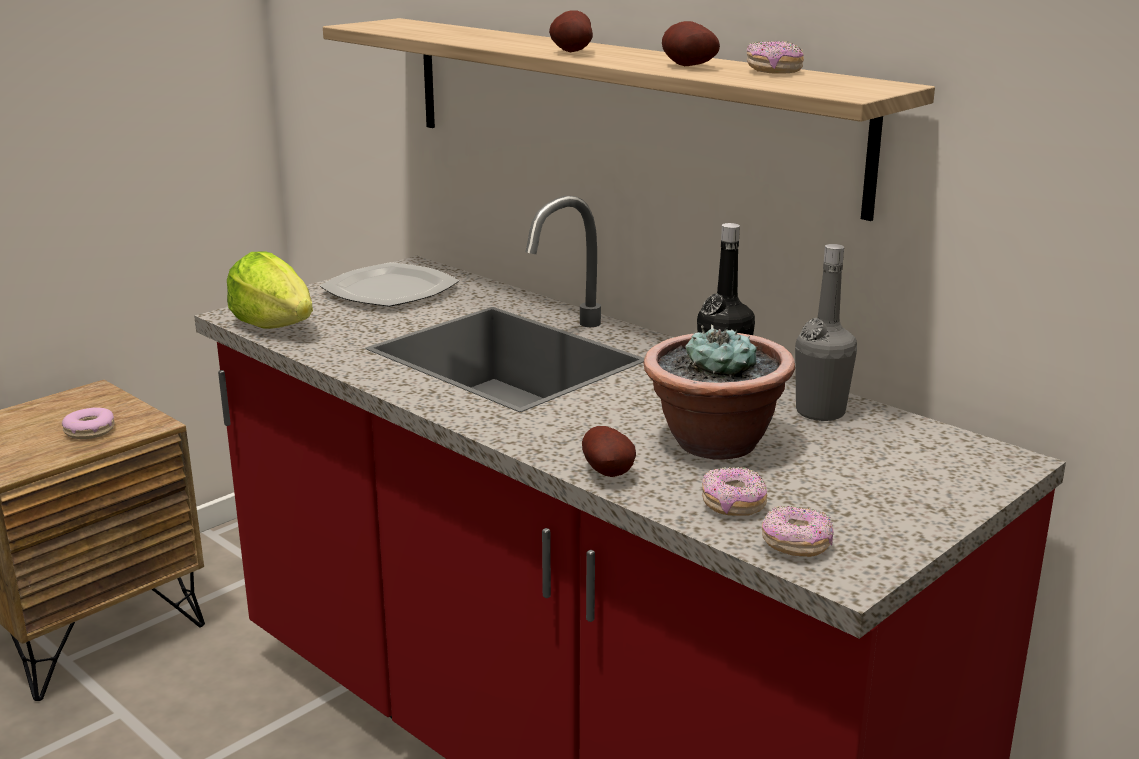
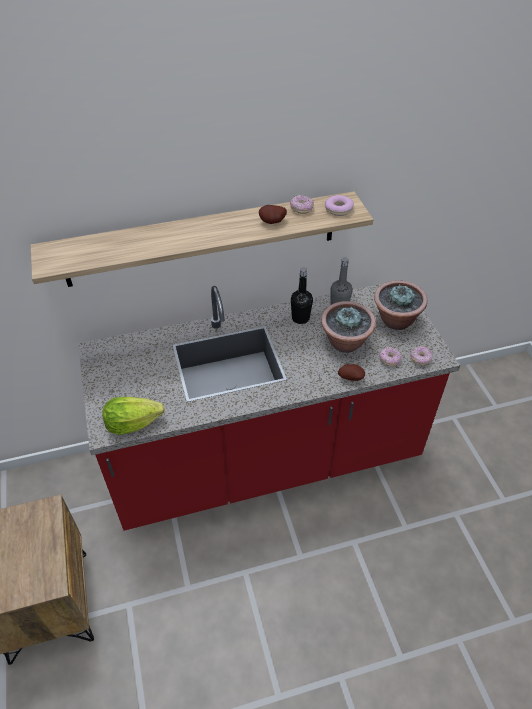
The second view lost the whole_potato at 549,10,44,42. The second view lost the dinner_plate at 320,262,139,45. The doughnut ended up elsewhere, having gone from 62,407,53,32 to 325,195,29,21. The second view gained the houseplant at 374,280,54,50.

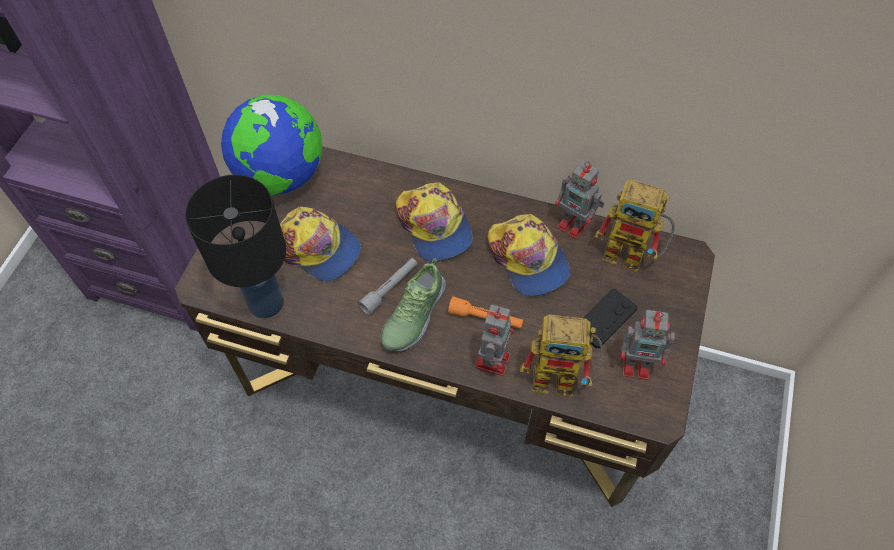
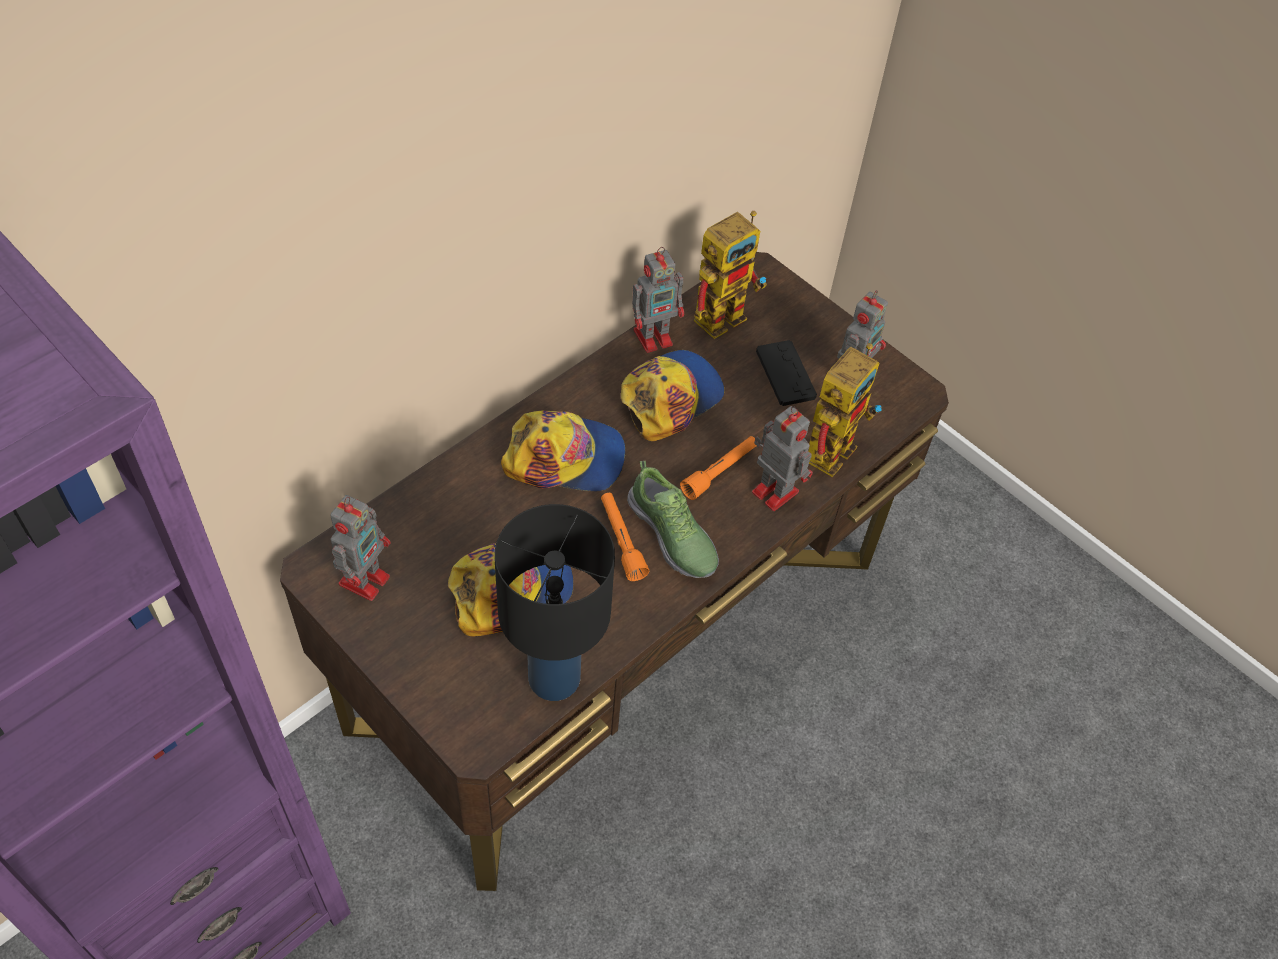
Where the desk_globe stood at 221,94,101,101, the toy_robot came to stand at 330,495,60,106. The cap at 487,214,83,83 ended up facing another way, 45 degrees counterclockwise from before. What was the grey_hand_torch at 358,258,60,57 turned into the orange_hand_torch at 601,493,48,88.

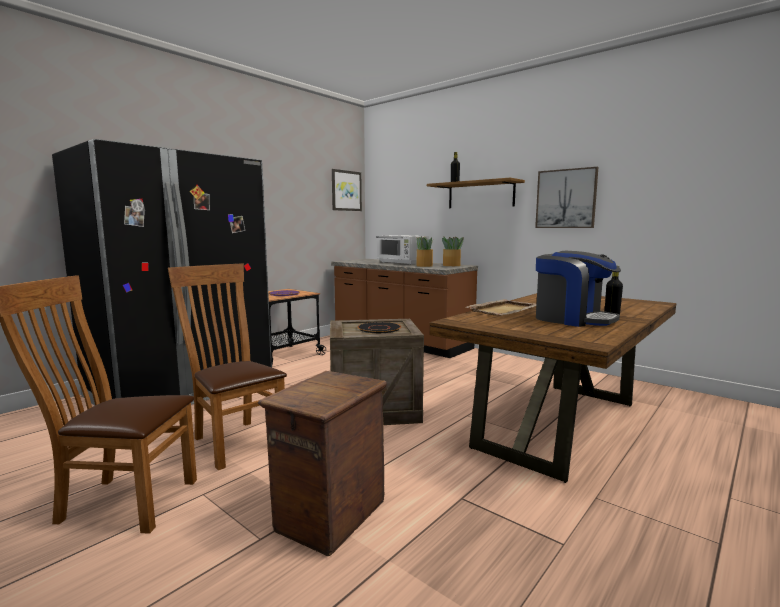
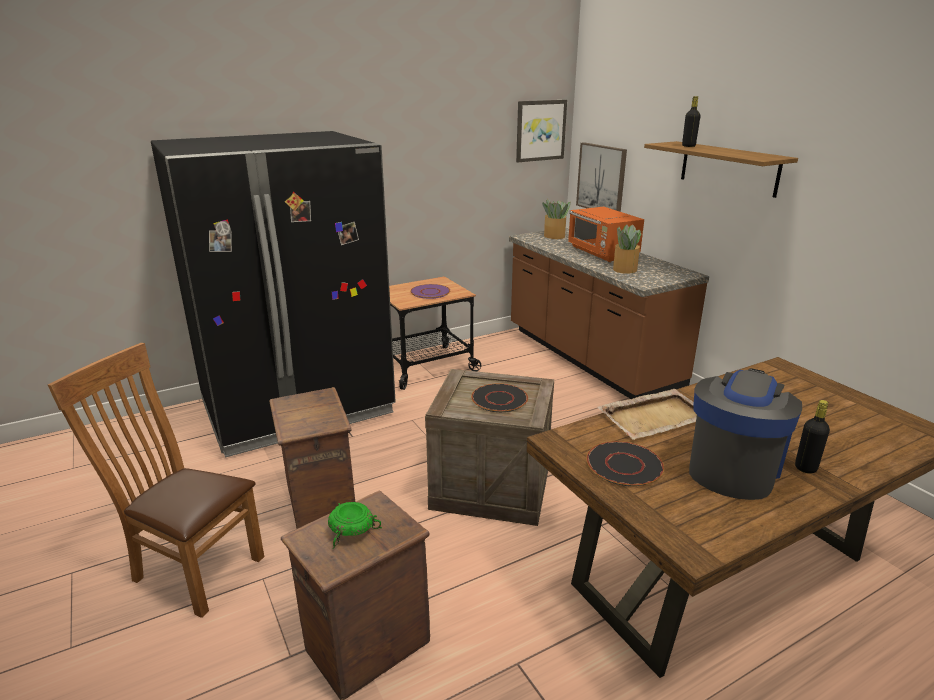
The wall_art ended up elsewhere, having gone from 535,167,63,61 to 576,142,51,70. What was the whitish_kitchen_microwave at 377,235,52,30 turned into the orange_kitchen_microwave at 568,207,76,55. The houseplant ended up elsewhere, having gone from 442,236,22,30 to 542,199,29,40. The coffee_machine at 536,251,85,76 ended up facing another way, 120 degrees counterclockwise from before. Where the brownish_chair stood at 168,263,119,207, the packing_crate came to stand at 269,387,86,142. The second view gained the blackish_dinner_plate at 586,441,78,45. The second view gained the green-coloured_bowl at 328,502,54,47.

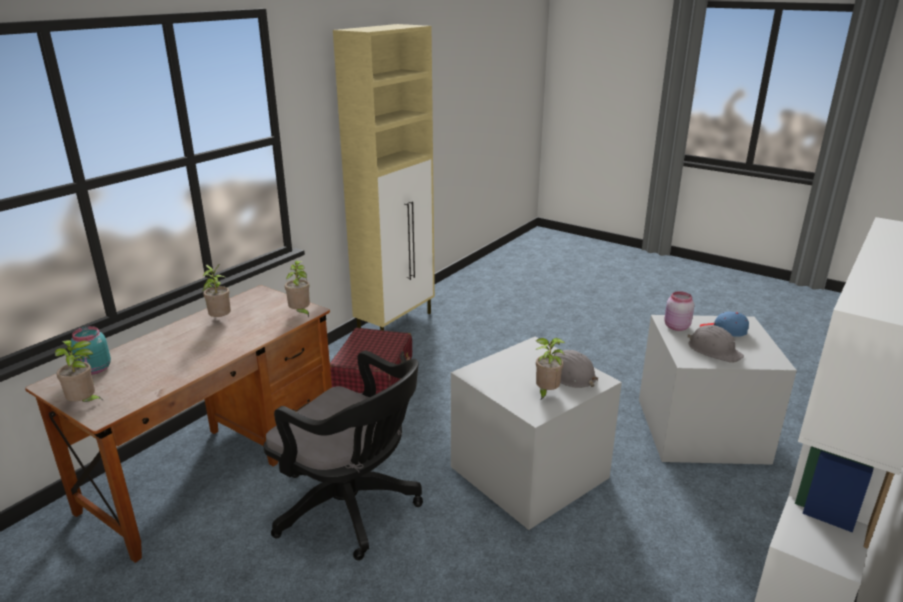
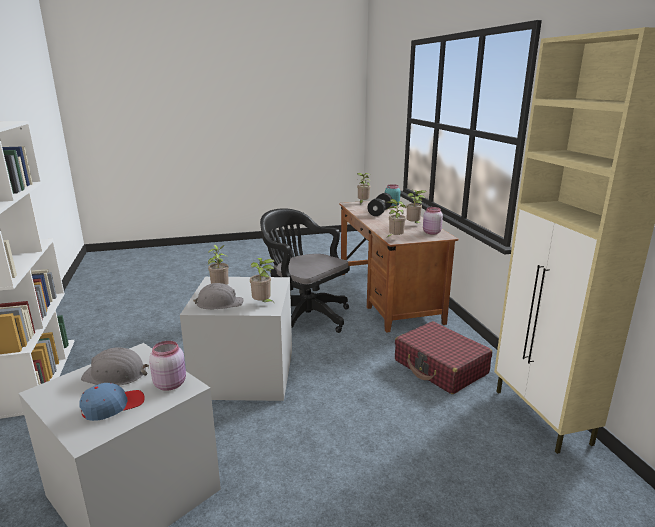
The blackish_computer_chair at 263,351,160,210 ended up facing another way, 60 degrees clockwise from before. The second view gained the blackish_free_weight at 367,193,25,23. The second view gained the pink_storage_jar at 423,207,20,28. The second view gained the houseplant at 250,258,25,44.

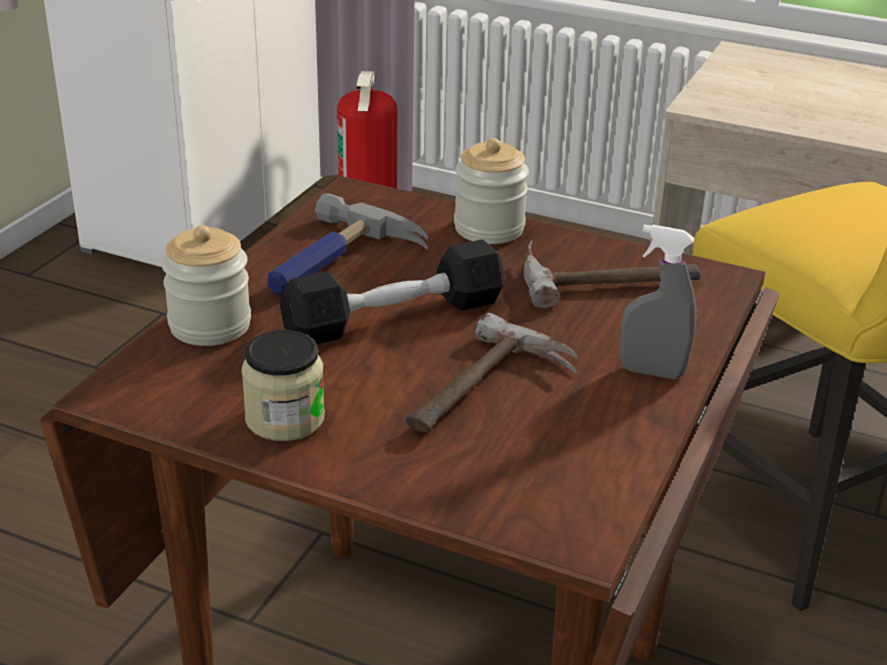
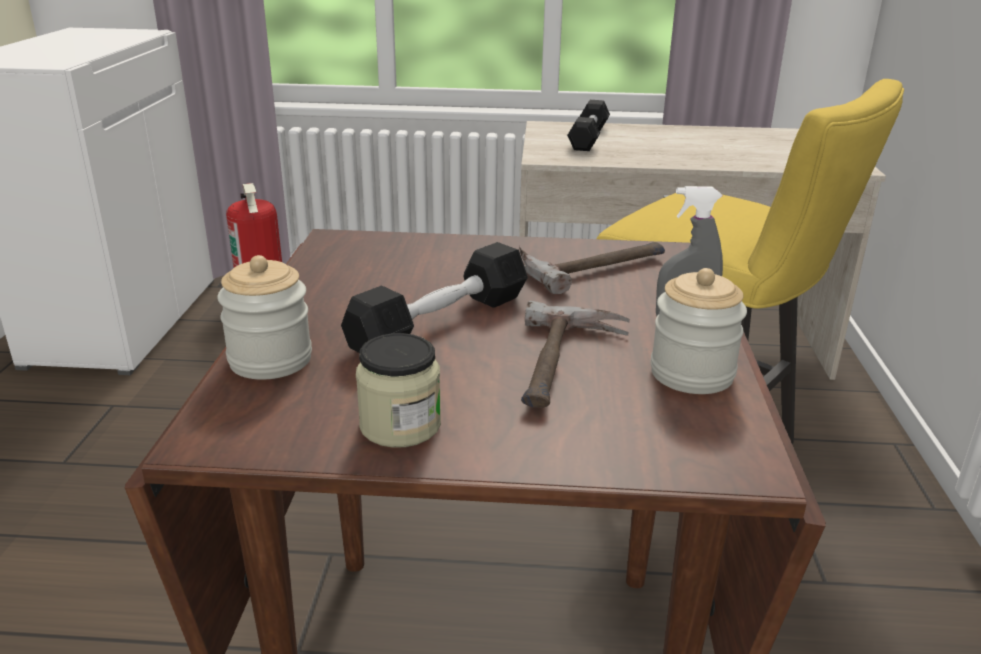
The storage_jar ended up elsewhere, having gone from 454,138,75,106 to 651,268,96,126. The second view lost the hand_hammer at 267,193,162,102. The second view gained the blackish_free_weight at 567,100,43,51.

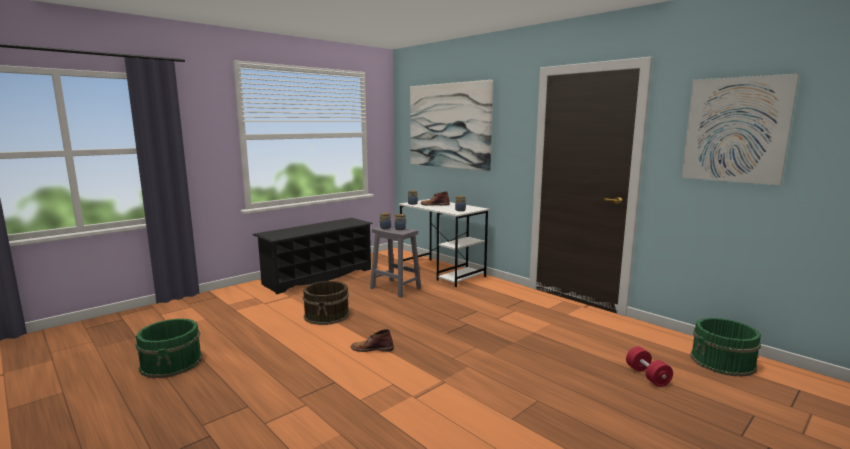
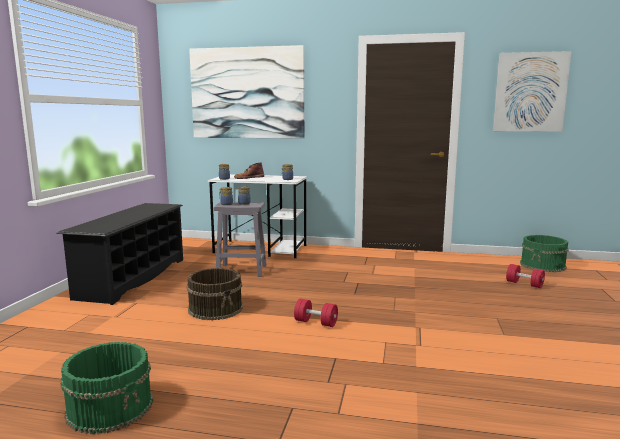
Where the brownish_tall_boot stood at 351,329,43,23, the red_free_weight came to stand at 294,299,44,28.

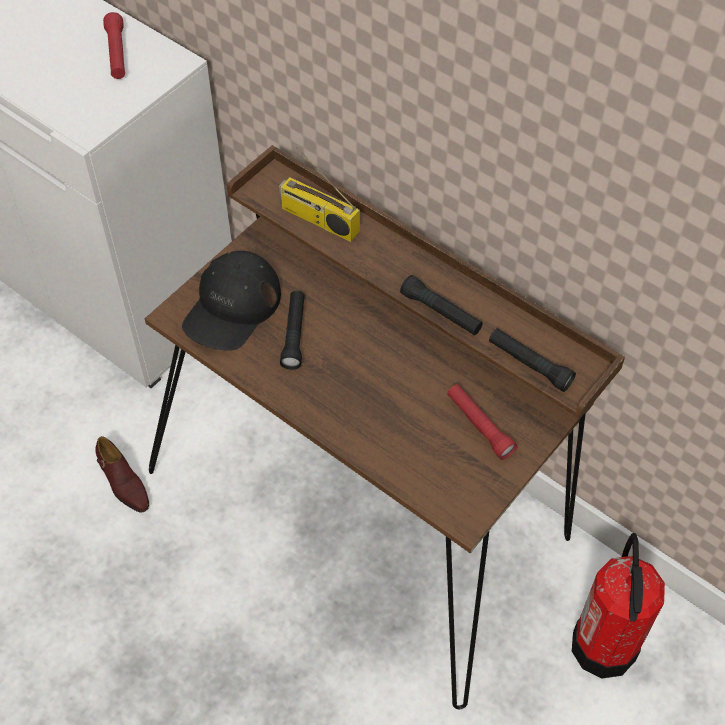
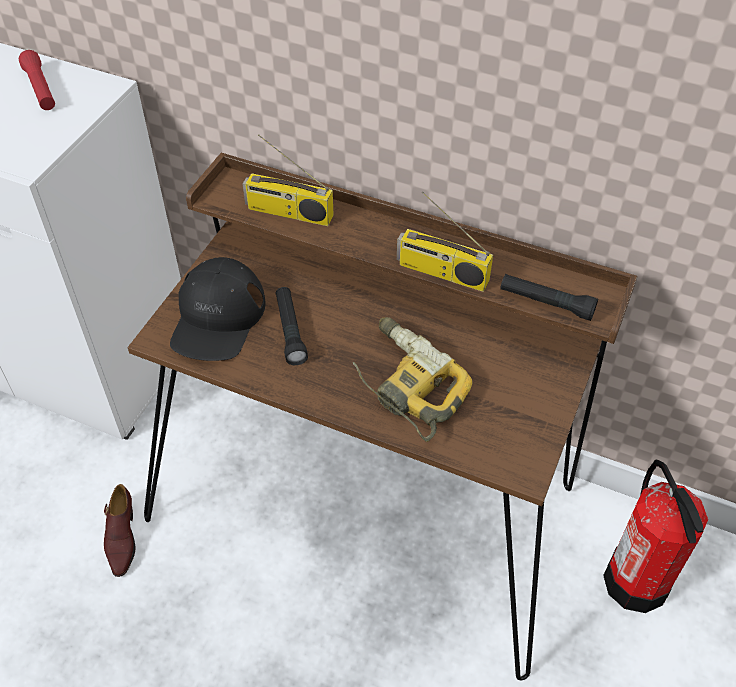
Where the blackish_hand_torch stood at 400,275,83,60, the radio_receiver came to stand at 397,192,96,100. The second view lost the red_hand_torch at 447,384,71,76. The brownish_item_of_footwear at 96,436,53,77 ended up facing another way, 45 degrees clockwise from before. The second view gained the power_drill at 353,317,119,125.

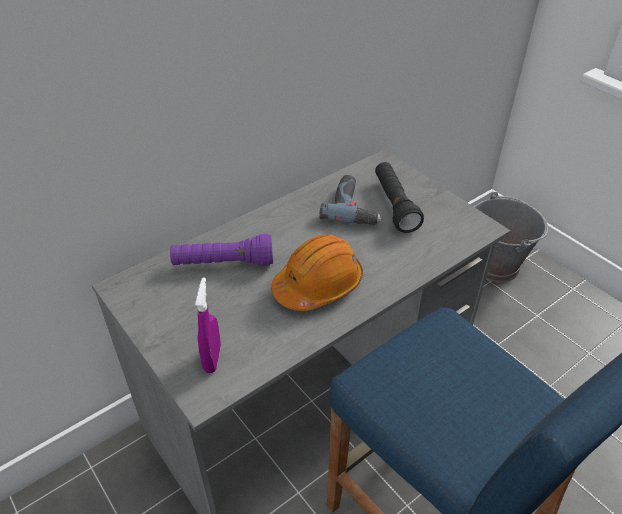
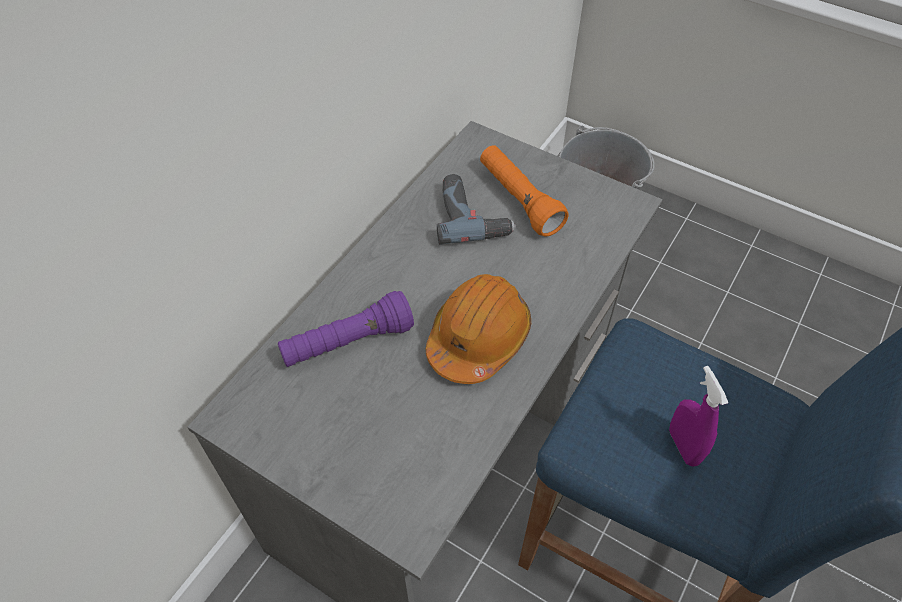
What was the blackish_hand_torch at 375,162,49,71 turned into the orange_hand_torch at 480,145,88,92. The purple-coloured_hand_sprayer ended up elsewhere, having gone from 195,278,26,95 to 669,366,59,101.

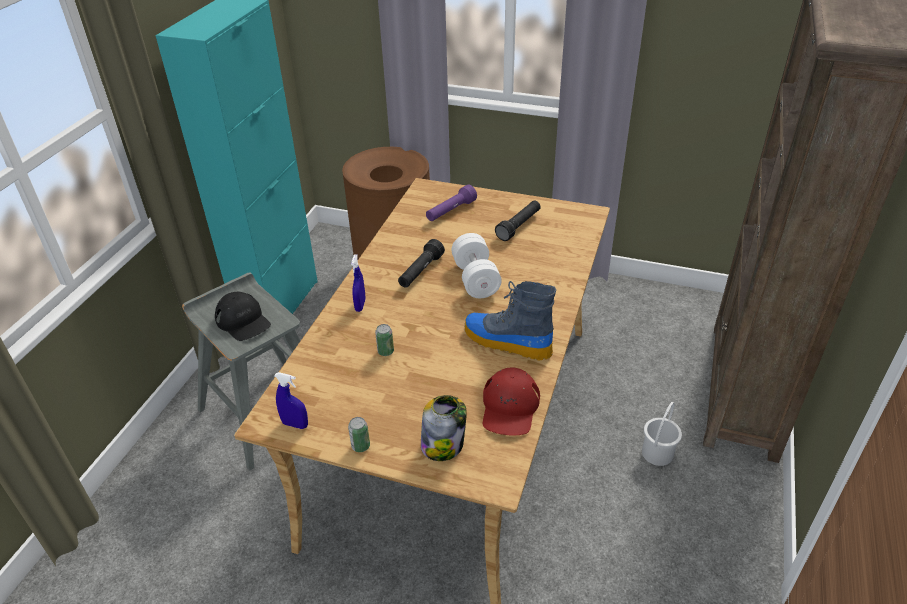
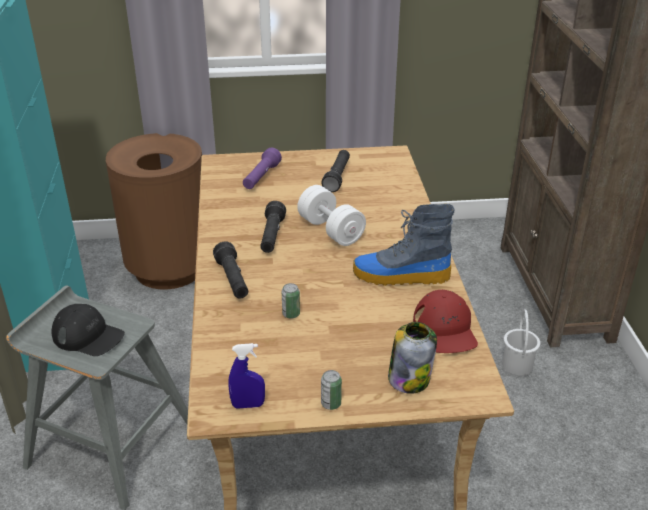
Where the blue_hand_sprayer stood at 351,254,15,58, the blackish_hand_torch came to stand at 213,241,35,58.

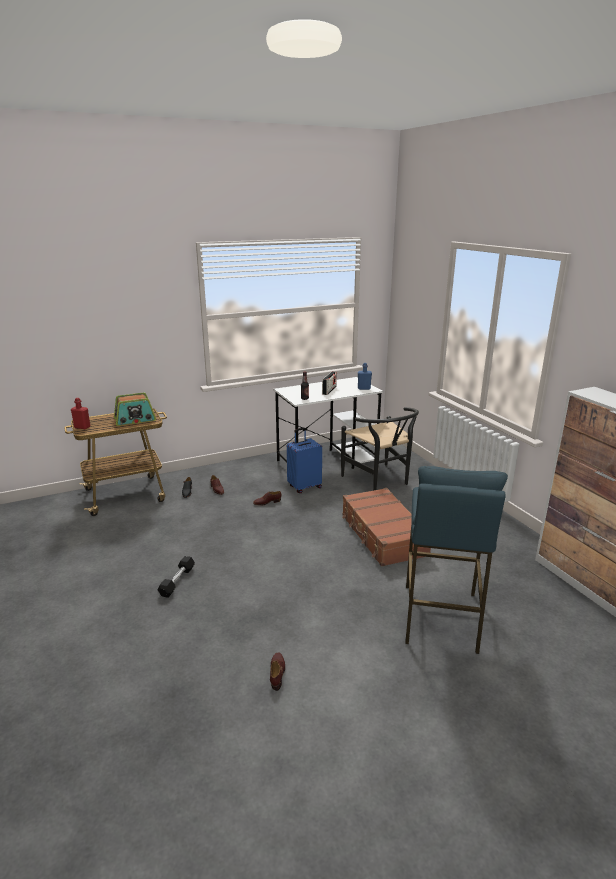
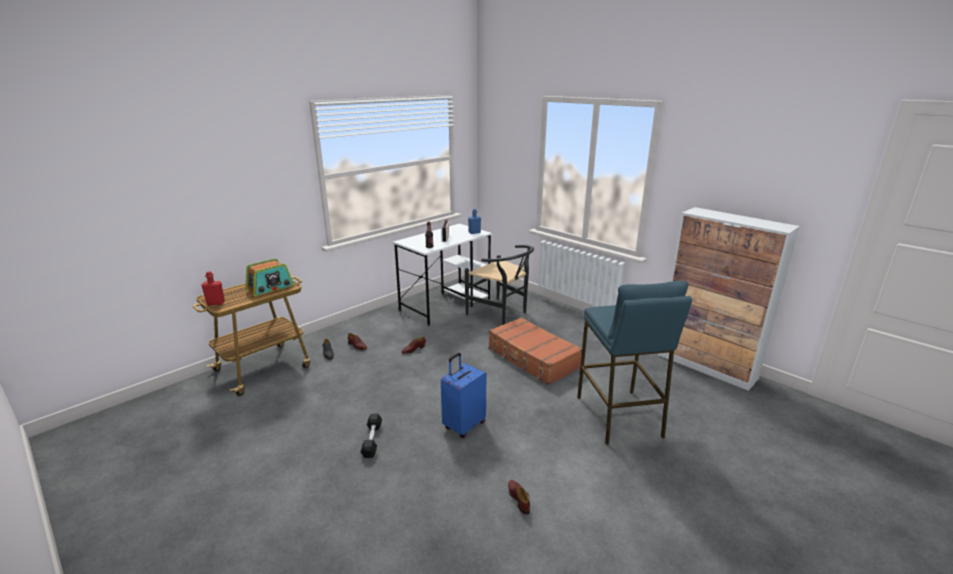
The blue_travel_case ended up elsewhere, having gone from 287,428,35,65 to 441,353,45,85.

